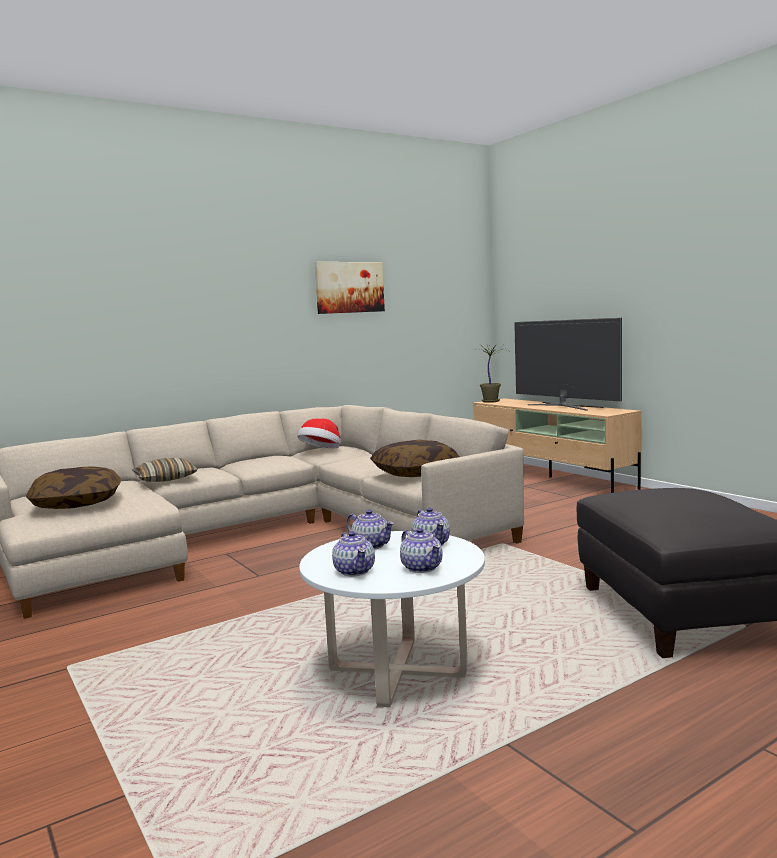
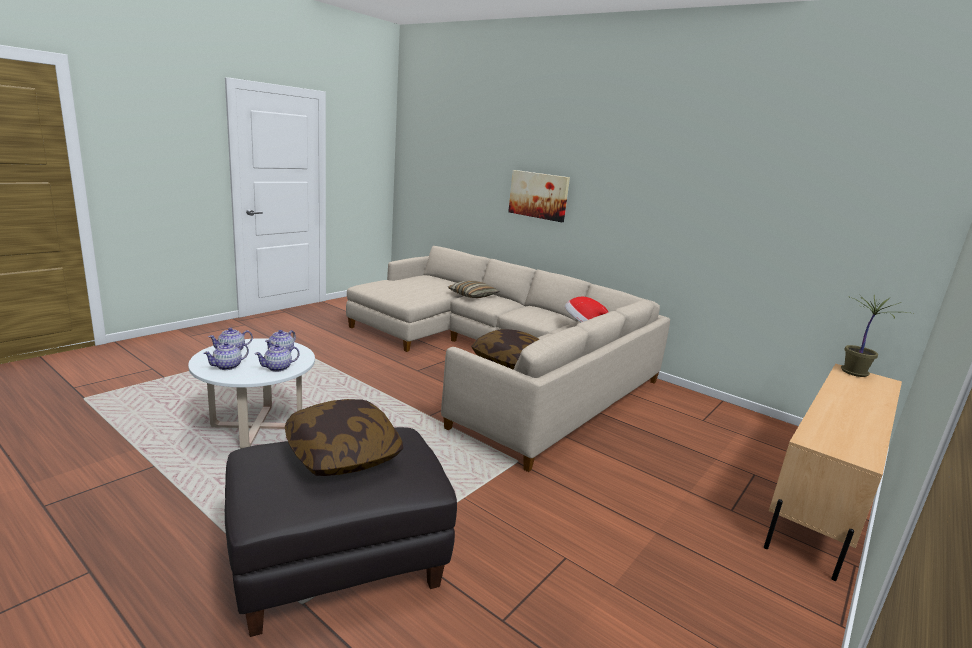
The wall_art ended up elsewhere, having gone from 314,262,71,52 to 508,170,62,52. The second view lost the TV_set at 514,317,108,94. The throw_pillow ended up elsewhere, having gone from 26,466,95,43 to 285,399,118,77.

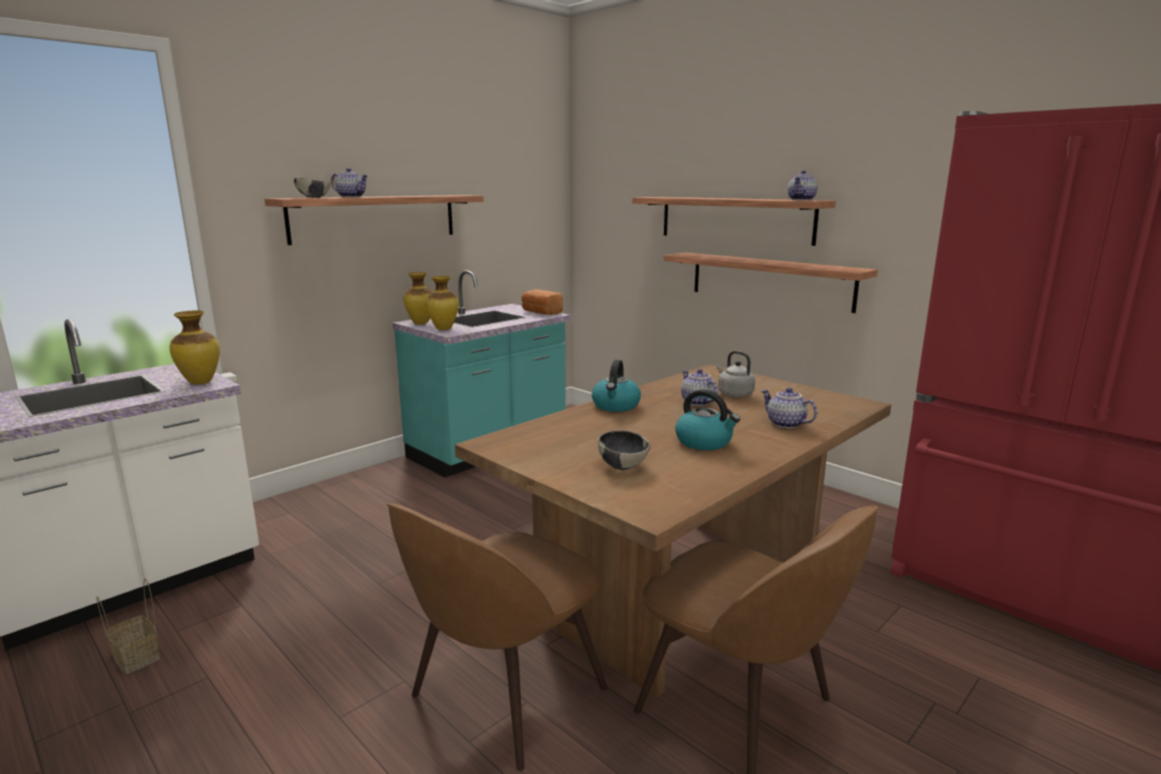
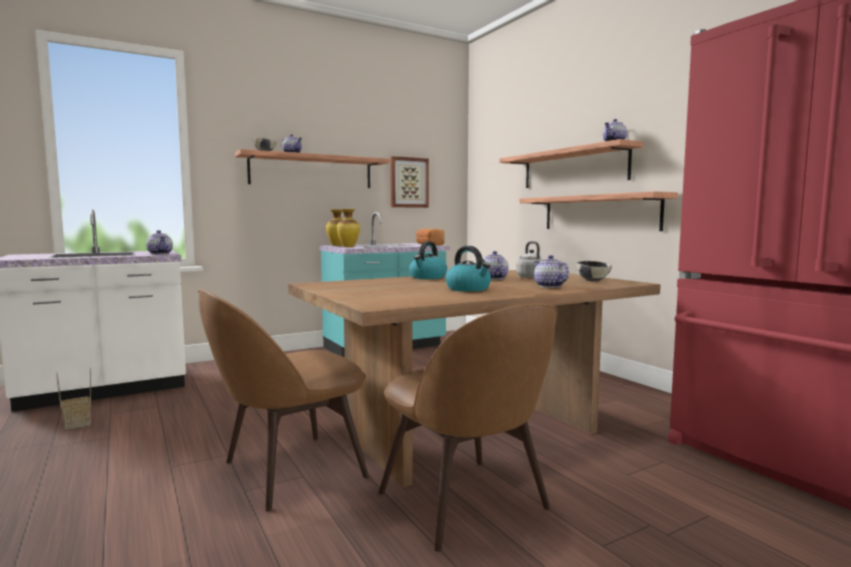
Where the decorative_vase stood at 170,311,50,73, the tea_pot came to stand at 146,230,27,24. The bowl ended up elsewhere, having gone from 598,430,52,40 to 577,261,35,21. The second view gained the wall_art at 390,156,39,52.

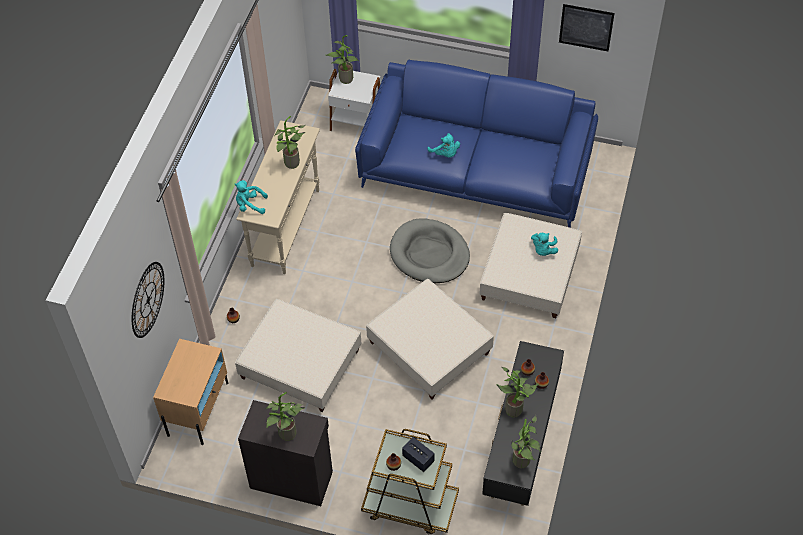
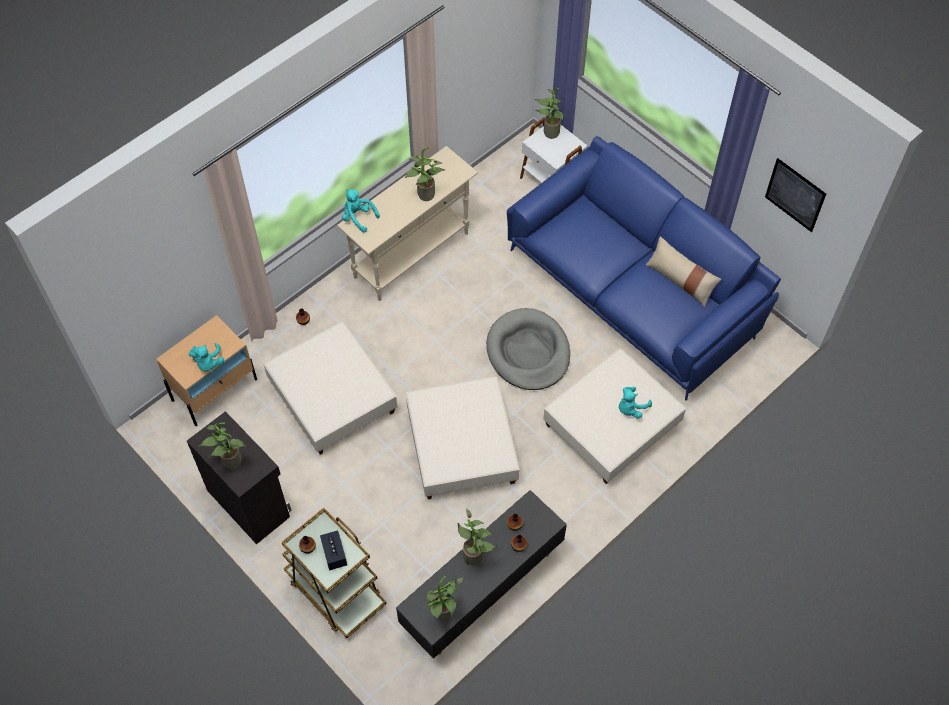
The turquoise-coloured_cuddly_toy ended up elsewhere, having gone from 427,133,33,25 to 189,343,35,29. The second view lost the hanging_clock at 132,262,32,76. The second view gained the sand-coloured_throw_pillow at 646,236,75,71.

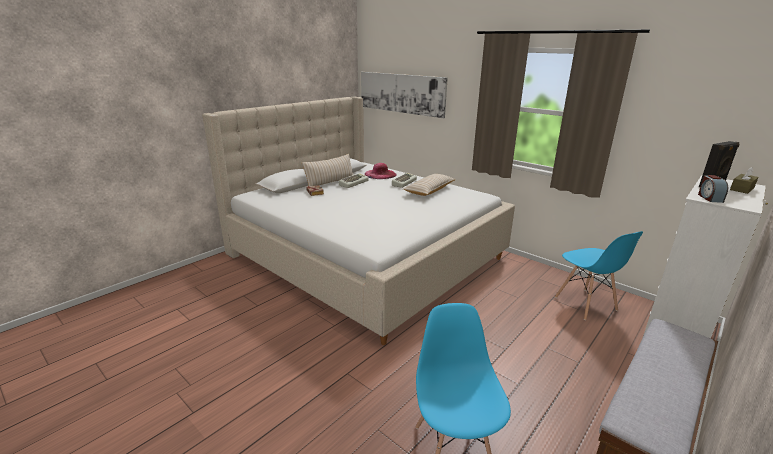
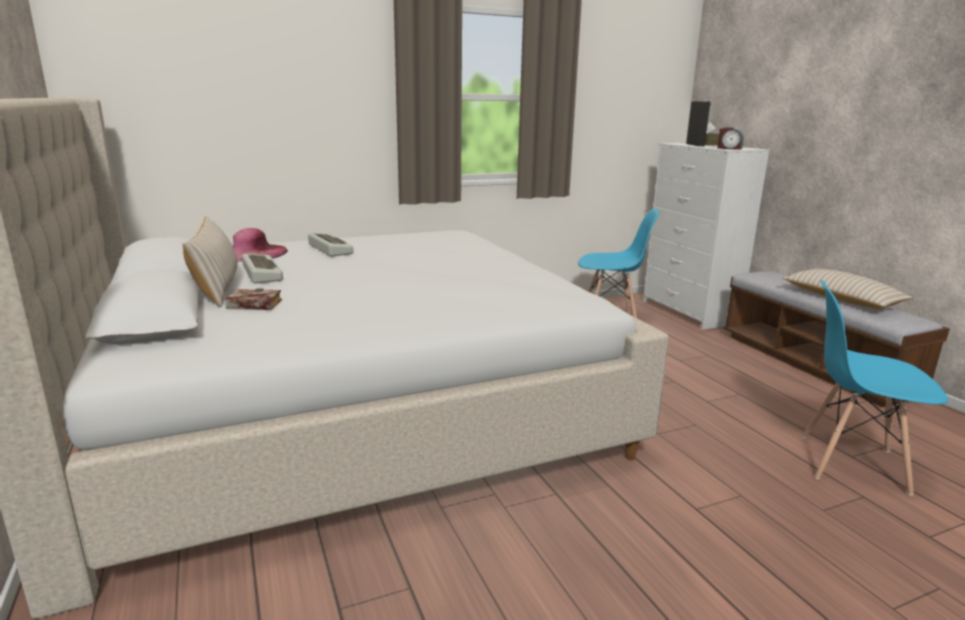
The second view lost the wall_art at 361,72,87,46. The sand-coloured_throw_pillow ended up elsewhere, having gone from 403,174,53,22 to 783,269,130,40.

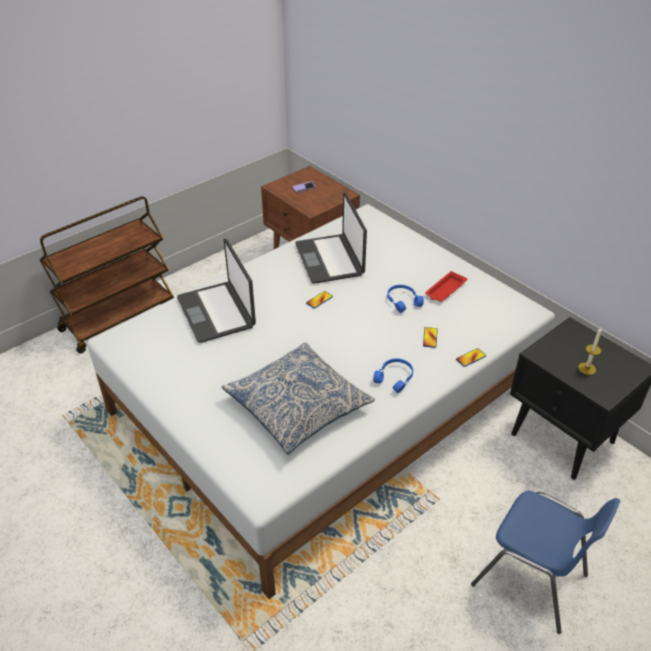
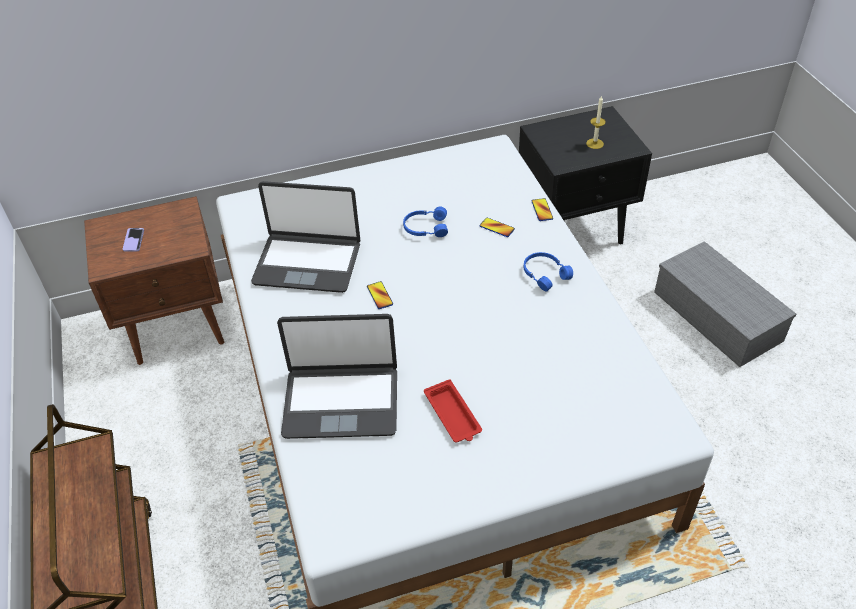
The red_tray ended up elsewhere, having gone from 425,271,42,31 to 424,379,58,63. The second view lost the throw_pillow at 222,342,153,113. Where the blue_chair stood at 471,491,150,143, the grey_storage_box came to stand at 654,241,142,126.

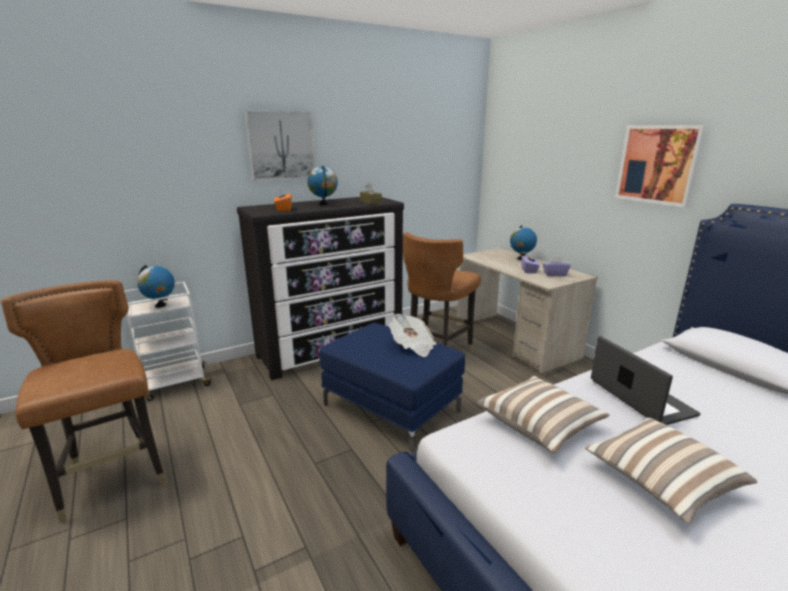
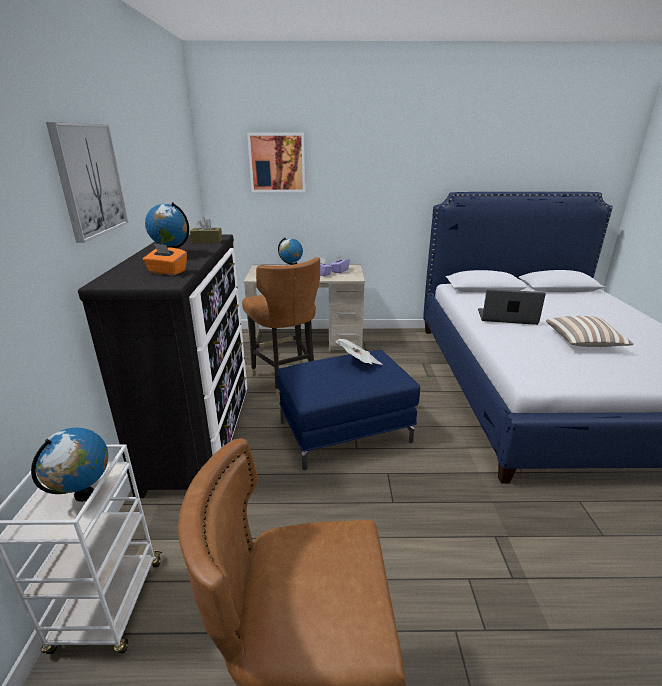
The wall_art ended up elsewhere, having gone from 615,125,92,83 to 247,133,58,59. The second view lost the throw_pillow at 477,376,133,77.

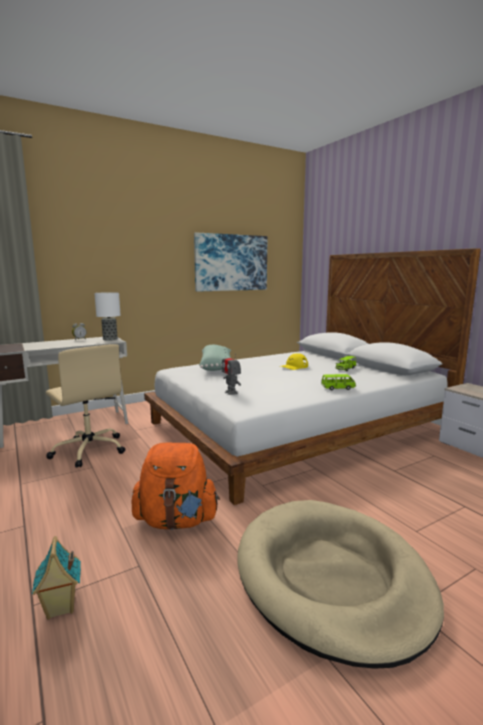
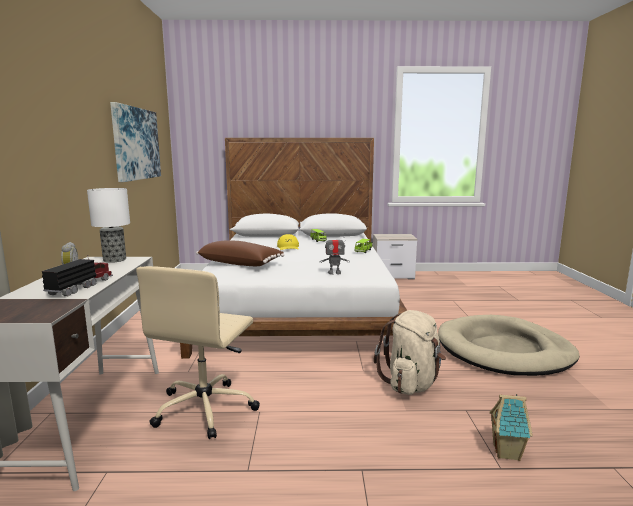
The sand-coloured_computer_chair at 46,344,79,124 ended up facing another way, 120 degrees clockwise from before. What was the green-coloured_throw_pillow at 199,345,32,26 turned into the brownish_throw_pillow at 196,241,88,25. What was the orange_knapsack at 132,443,88,87 turned into the sand-coloured_knapsack at 374,310,72,85. The second view gained the model_truck at 42,255,71,41.

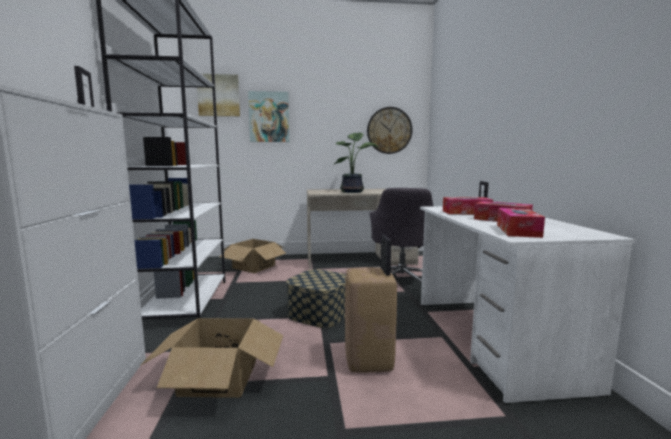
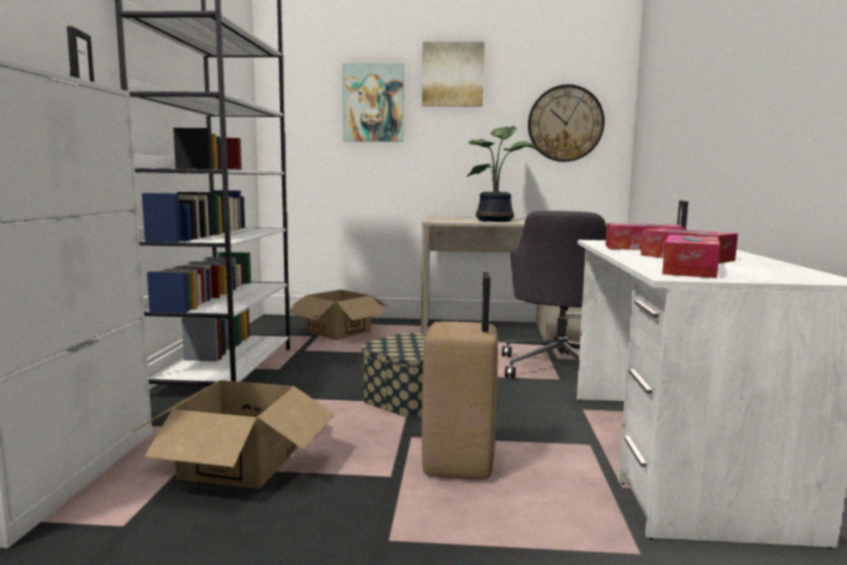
The wall_art ended up elsewhere, having gone from 197,74,43,42 to 422,42,63,64.

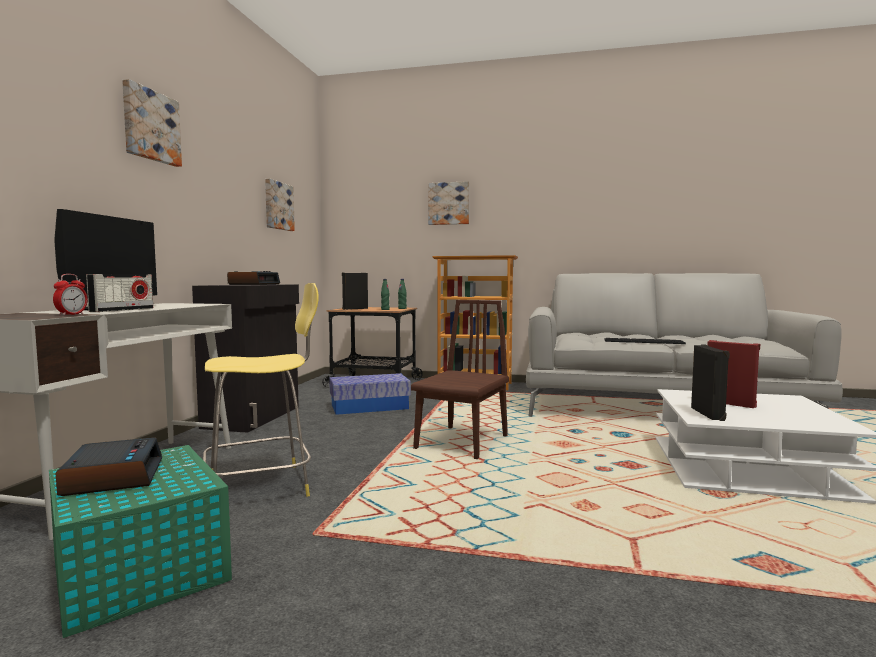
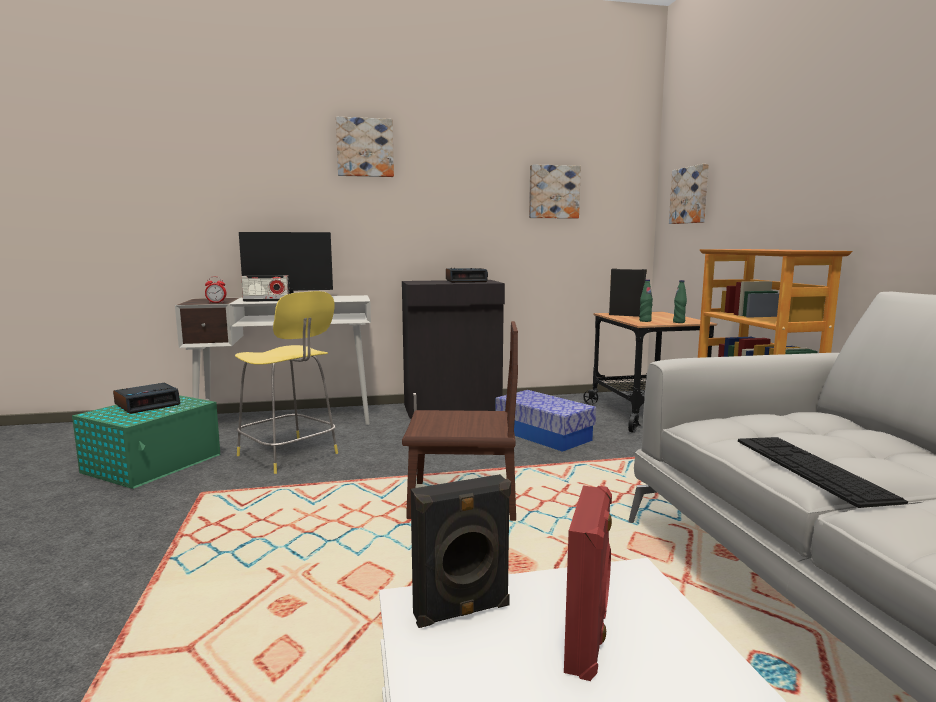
The wall_art ended up elsewhere, having gone from 428,181,41,44 to 669,164,40,60.

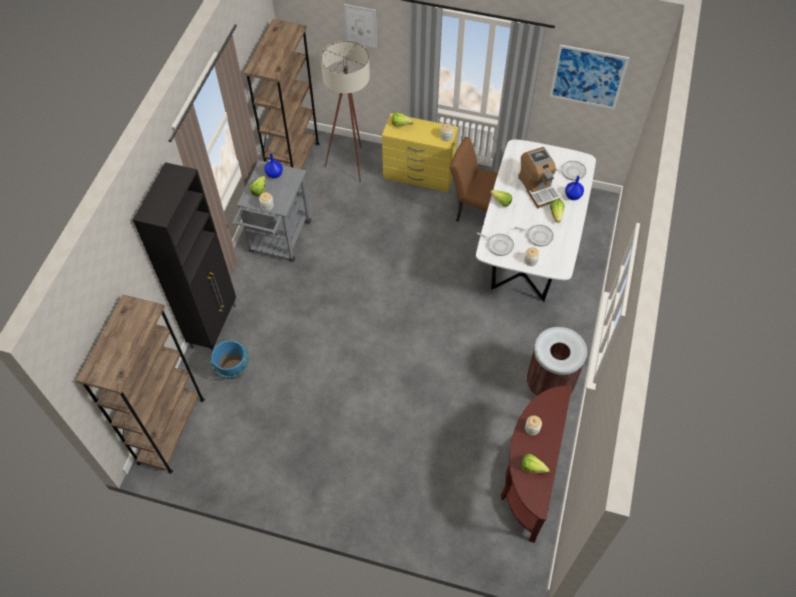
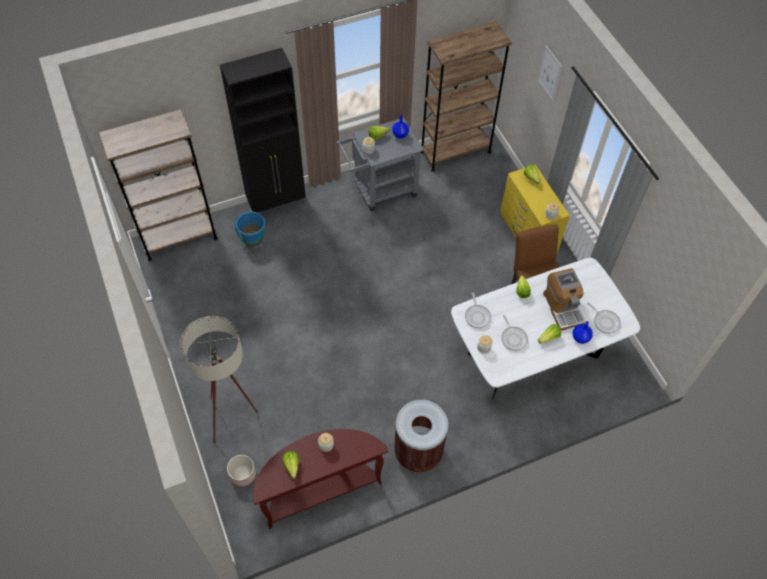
The sand-coloured_standing_lamp ended up elsewhere, having gone from 321,40,49,142 to 180,316,78,127. The second view lost the wall_art at 549,45,81,64. The coffee_machine at 518,147,43,61 ended up facing another way, 45 degrees counterclockwise from before. The second view gained the plant_pot at 227,455,29,32.

